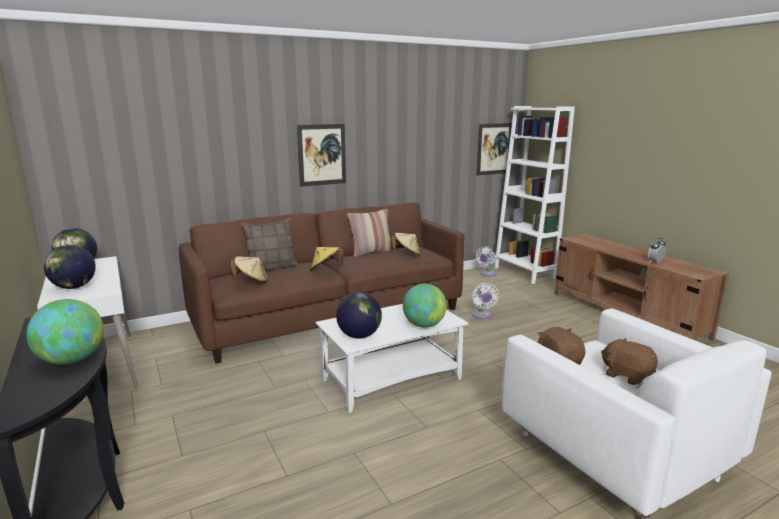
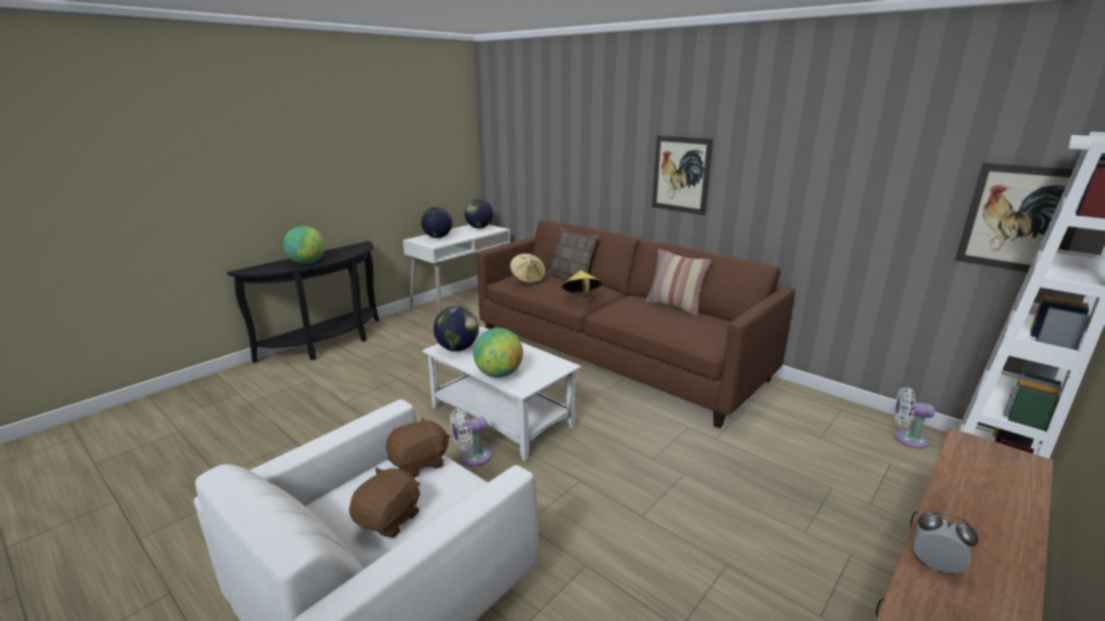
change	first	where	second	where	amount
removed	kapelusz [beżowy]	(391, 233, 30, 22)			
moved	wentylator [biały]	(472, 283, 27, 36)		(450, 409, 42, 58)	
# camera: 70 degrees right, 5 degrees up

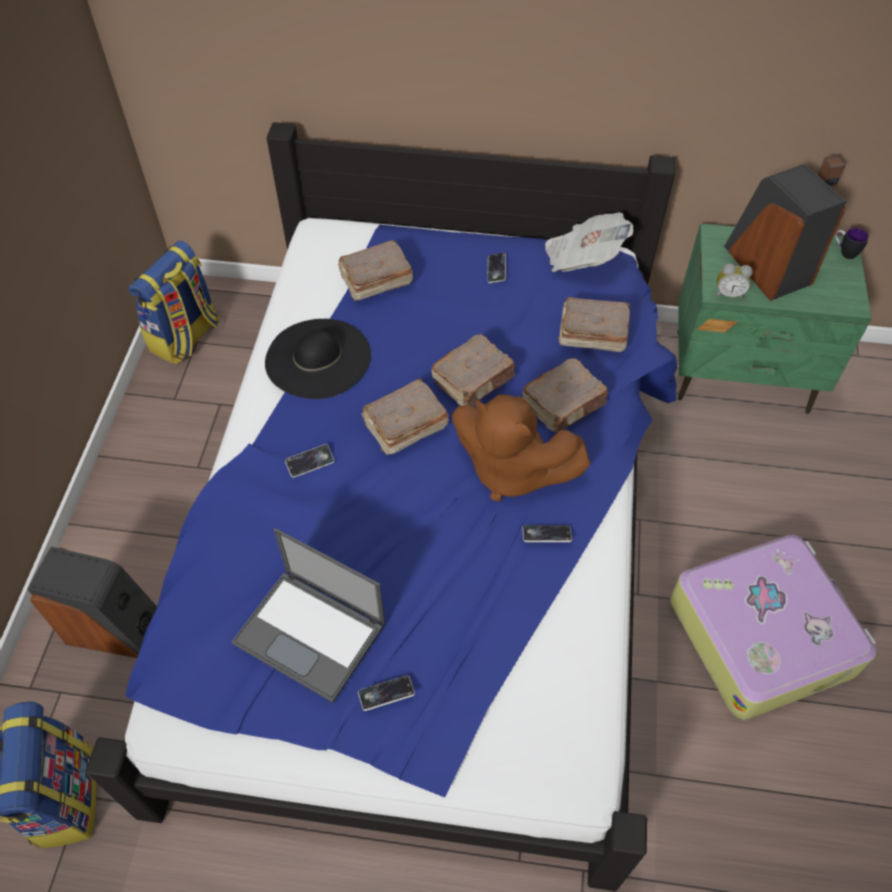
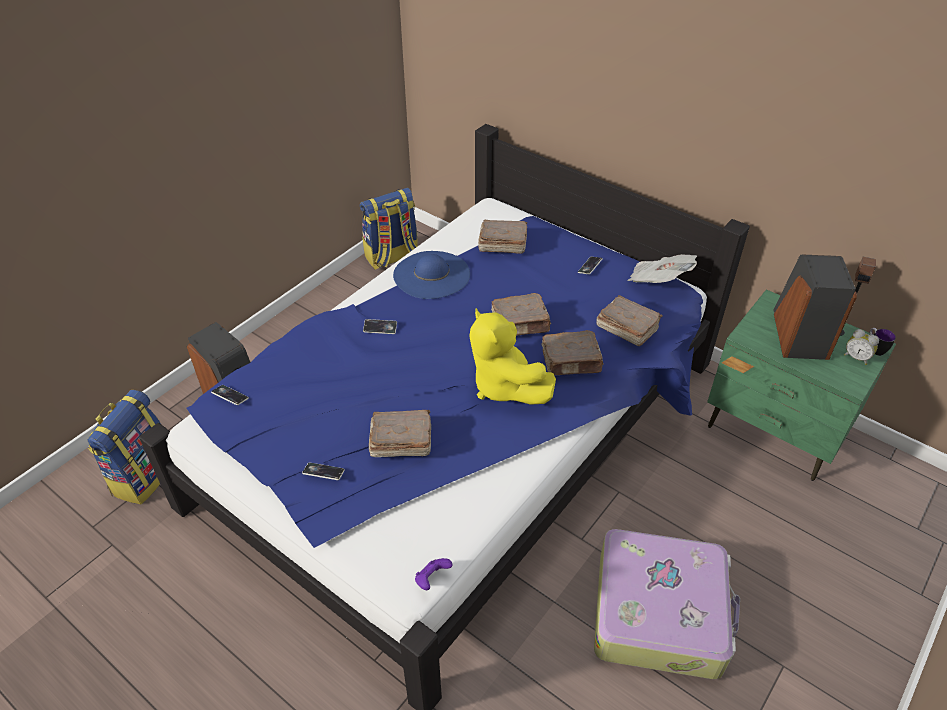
change	first	where	second	where	amount
removed	laptop	(232, 528, 153, 175)			
added			pad do gier [fioletowy]	(415, 558, 38, 32)	
moved	książka [brązowy]	(361, 378, 88, 77)		(369, 410, 62, 47)	
moved	telefon	(522, 525, 50, 17)		(211, 385, 38, 20)	
moved	budzik	(715, 263, 38, 36)		(844, 329, 35, 36)	
recoloured	kapelusz [czarny]	(265, 319, 106, 80)	kapelusz [niebieski]	(393, 251, 77, 48)	
recoloured	pluszak [brązowy]	(452, 394, 139, 107)	pluszak [żółty]	(469, 308, 87, 97)	
# camera: 30 degrees right, 10 degrees down

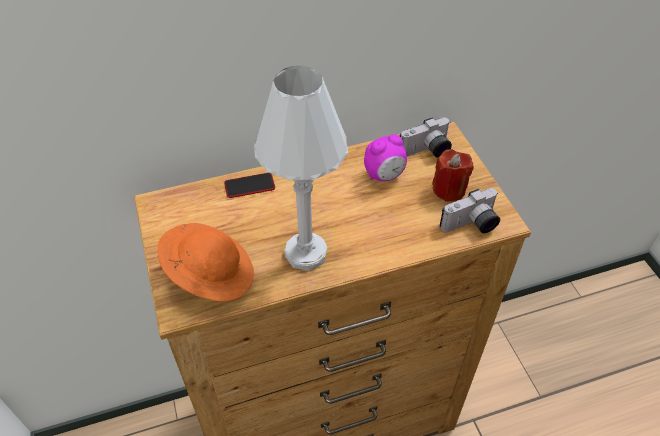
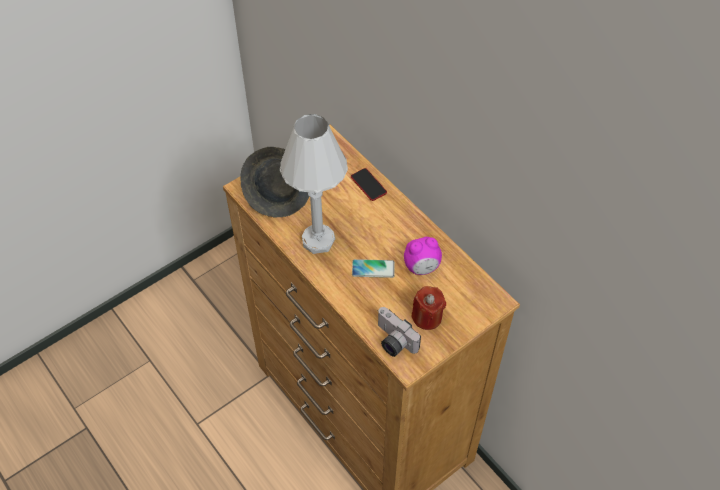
change	first	where	second	where	amount
removed	aparat fotograficzny	(400, 117, 52, 40)			
added			telefon	(352, 259, 43, 19)	
recoloured	kapelusz [pomarańczowy]	(158, 223, 96, 79)	kapelusz [szary]	(240, 147, 69, 71)	
turned	budzik	(364, 134, 43, 47)		(404, 237, 38, 38)	60 degrees counterclockwise
# camera: 70 degrees right, 5 degrees up

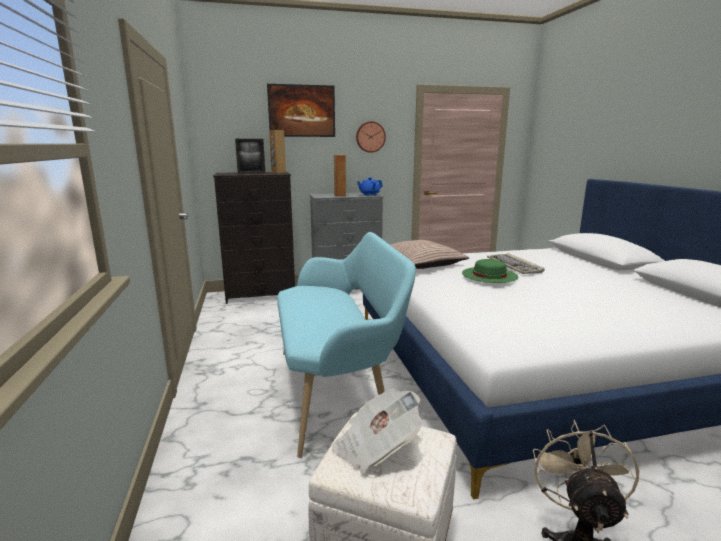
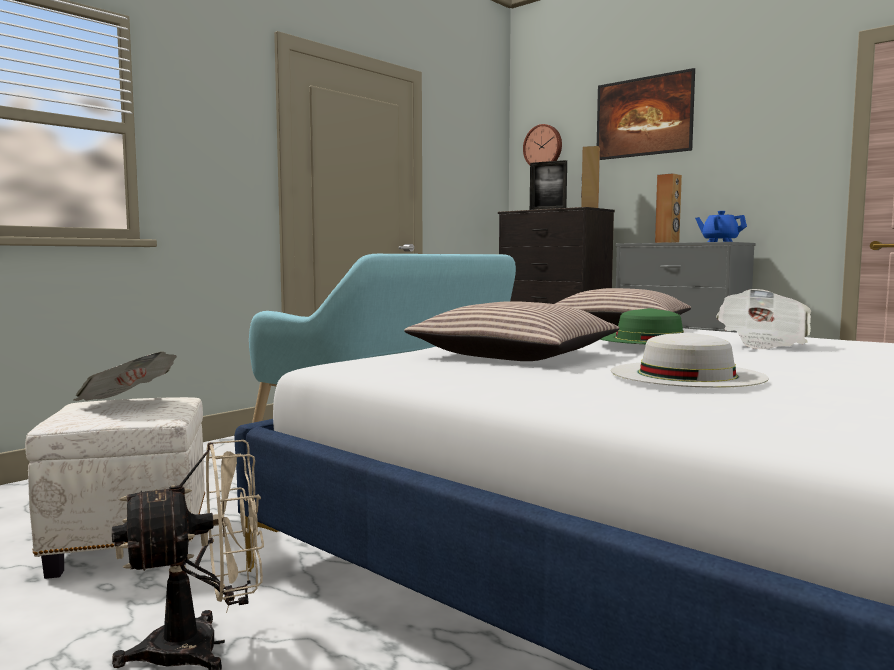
change	first	where	second	where	amount
added			poduszka	(404, 301, 215, 60)	
added			kapelusz [biały]	(611, 332, 158, 56)	
moved	zegar ścienny	(356, 121, 30, 32)		(523, 124, 39, 41)	
replaced	klawiatura	(487, 253, 58, 21)	gazeta	(716, 289, 95, 60)	
# camera: 55 degrees right, 10 degrees down

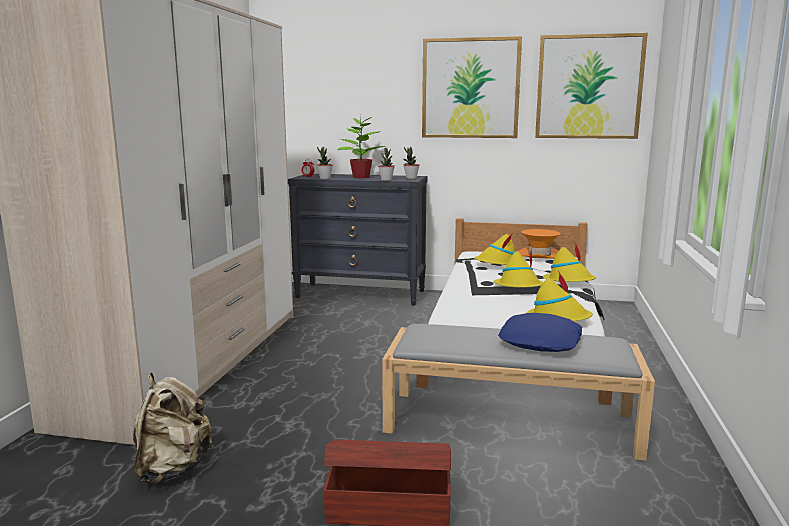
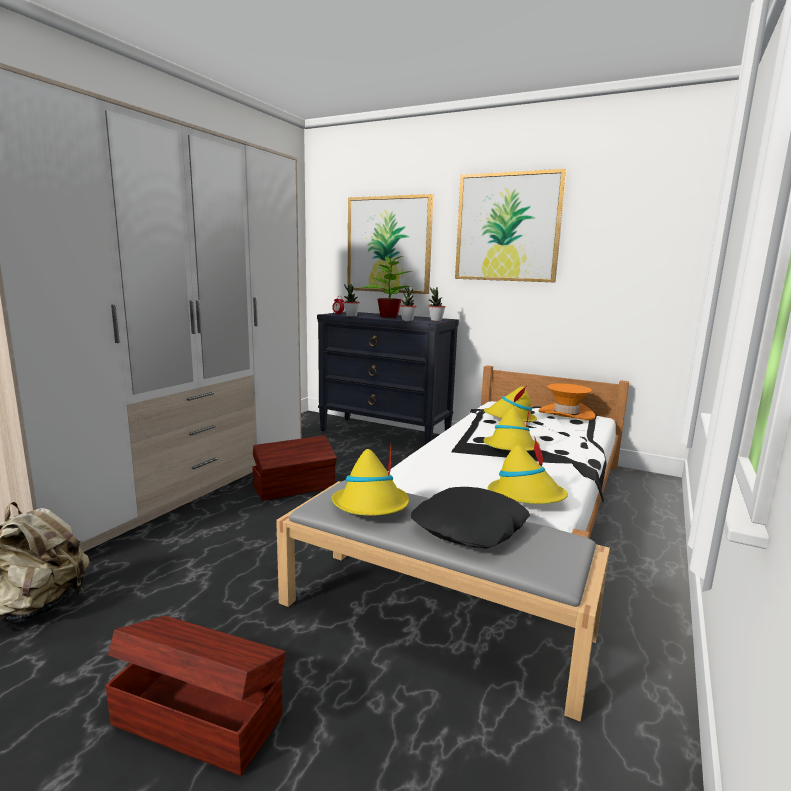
change	first	where	second	where	amount
added			pojemnik do przechowywania [brązowy]	(252, 435, 85, 66)	
moved	obraz	(535, 33, 113, 106)		(348, 194, 85, 100)	
moved	kapelusz [żółty]	(543, 242, 53, 40)		(332, 445, 77, 71)	
recoloured	poduszka [niebieski]	(498, 313, 84, 39)	poduszka [czarny]	(411, 487, 119, 62)	
# camera: 15 degrees right, 0 degrees up

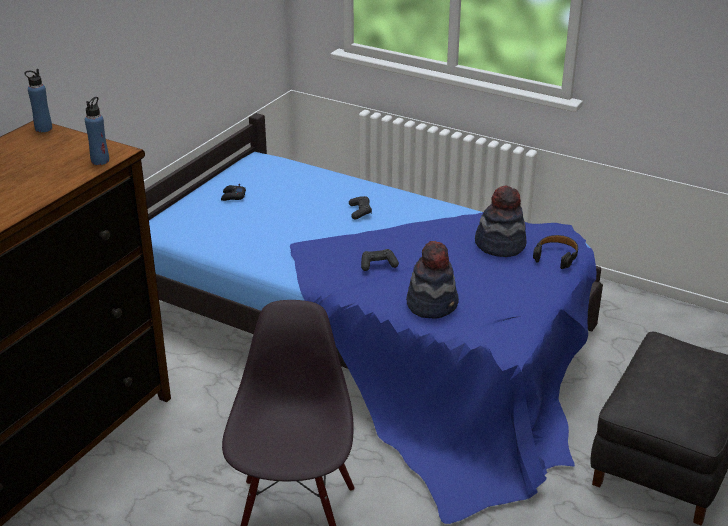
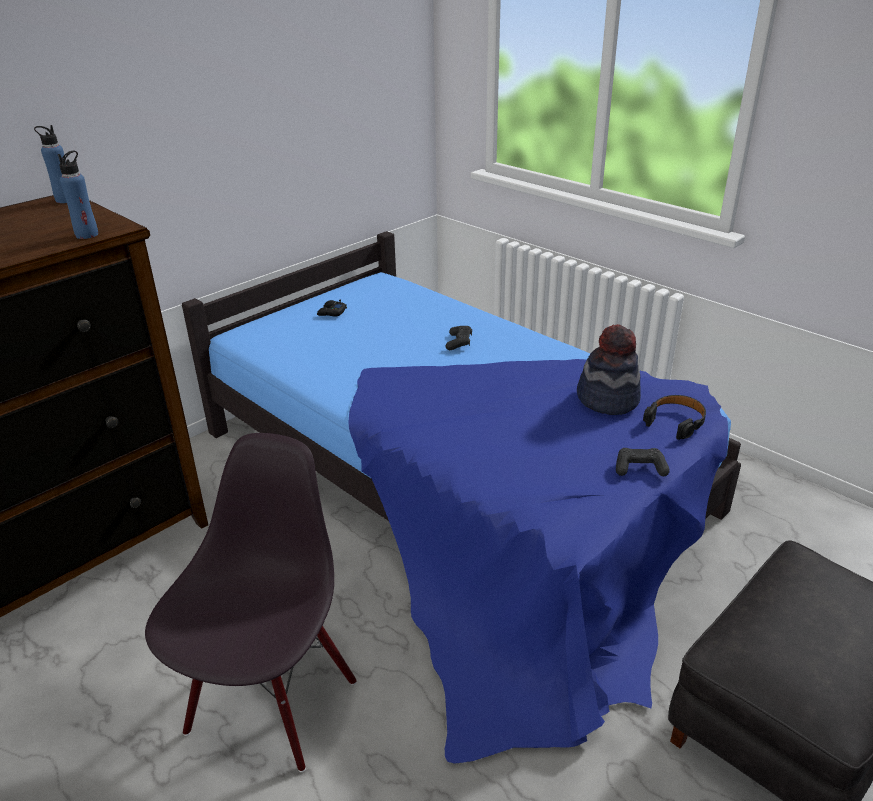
change	first	where	second	where	amount
removed	kapelusz	(406, 241, 53, 78)			
moved	pad do gier [czarny]	(361, 249, 38, 22)		(616, 448, 54, 28)	
# camera: 15 degrees right, 0 degrees up

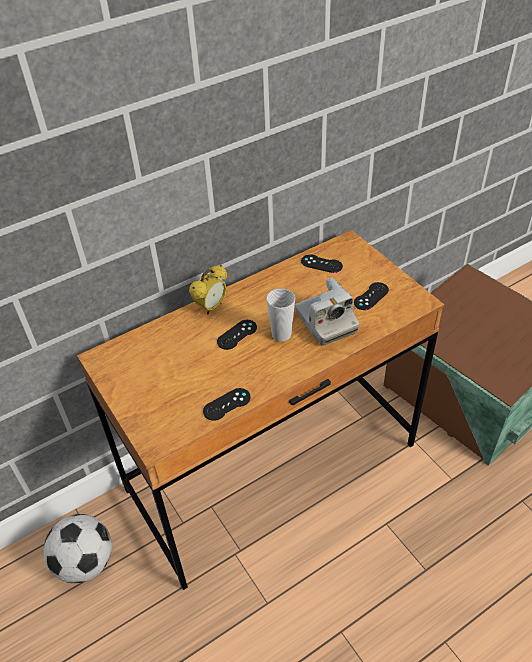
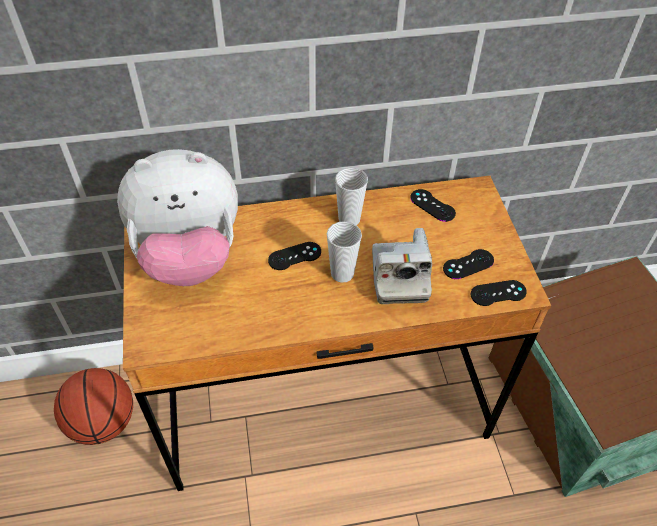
change	first	where	second	where	amount
removed	budzik	(189, 265, 38, 49)			
added			pluszak	(117, 149, 121, 137)	
added			filiżanka	(335, 168, 33, 57)	
moved	pad do gier [czarny]	(203, 388, 48, 33)		(471, 280, 56, 26)	
replaced	piłka futbolowa	(43, 514, 69, 69)	piłka do koszykówki	(54, 368, 79, 77)	
# camera: 20 degrees right, 5 degrees up

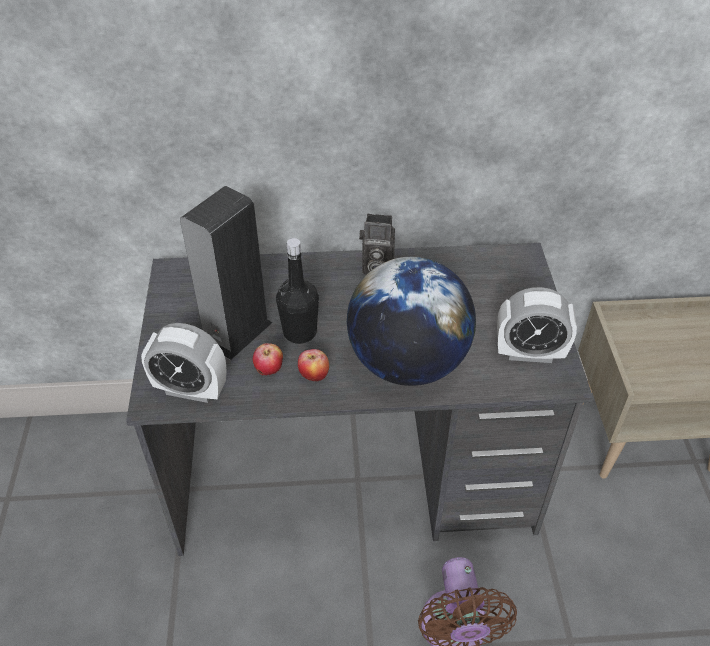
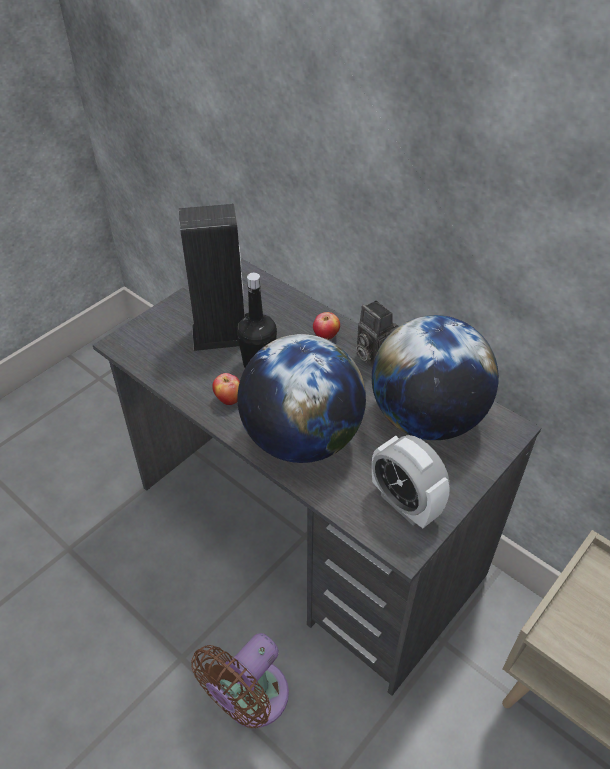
change	first	where	second	where	amount
removed	budzik	(141, 323, 86, 80)			
added			globus	(372, 315, 127, 125)	
moved	jabłko	(253, 343, 30, 33)		(313, 312, 27, 28)	
# camera: 45 degrees right, 0 degrees up

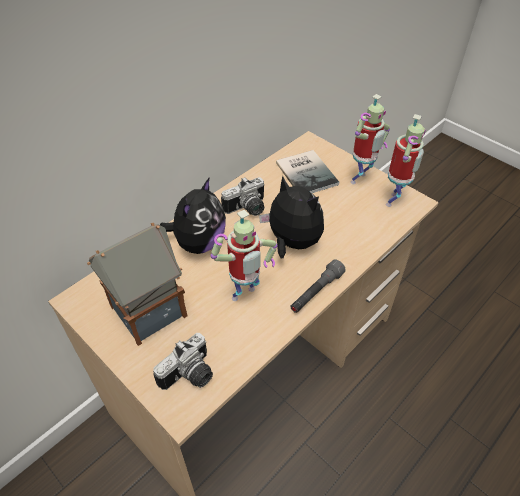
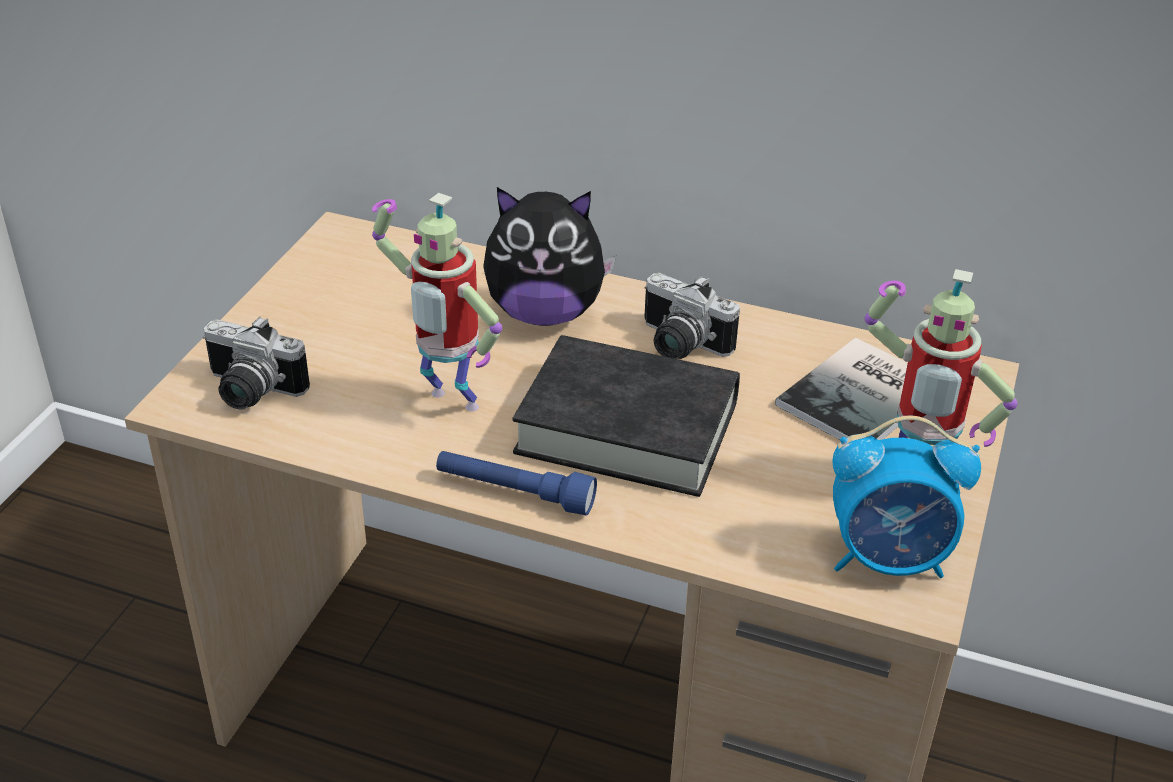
change	first	where	second	where	amount
removed	domek	(87, 223, 101, 123)			
replaced	pluszak	(259, 176, 65, 82)	książka [czarny]	(512, 335, 228, 162)	
replaced	robot zabawkowy	(386, 114, 40, 93)	budzik	(833, 416, 148, 162)	
recoloured	latarka [szary]	(290, 259, 56, 54)	latarka [niebieski]	(436, 451, 161, 64)	
# camera: 65 degrees right, 10 degrees down

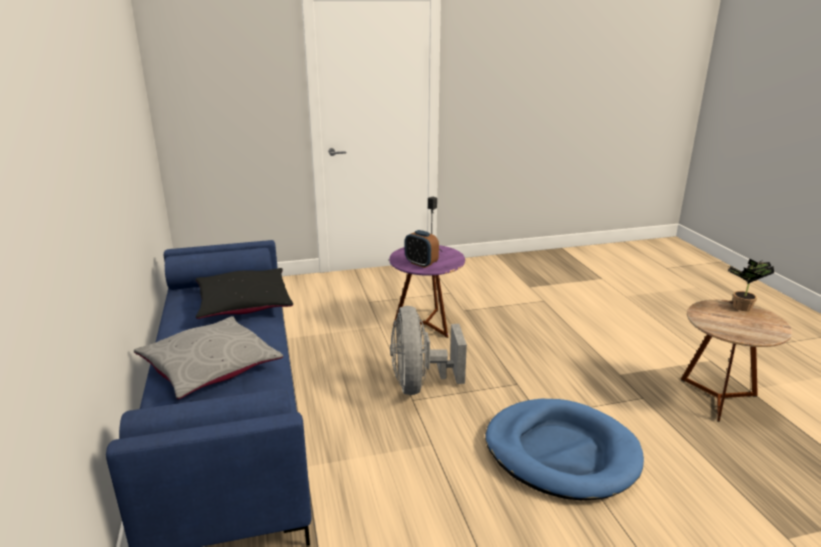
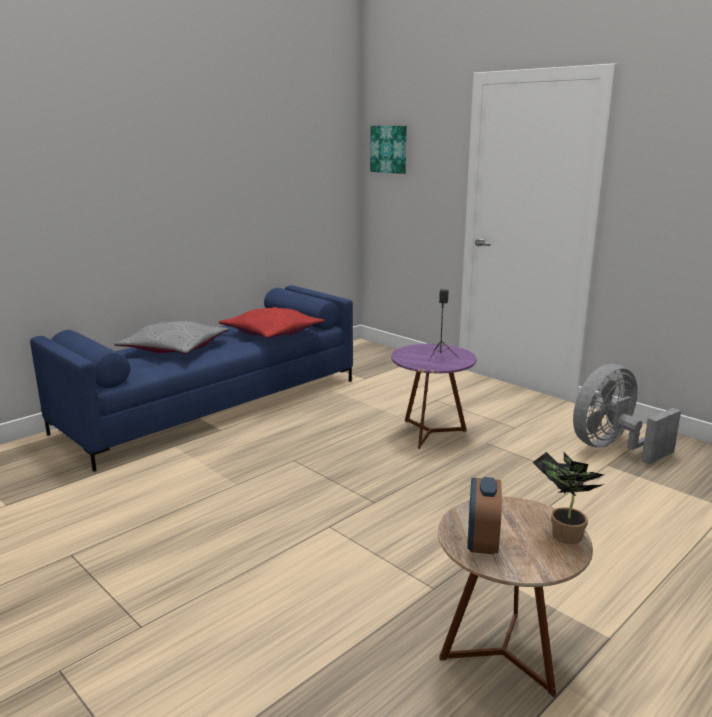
change	first	where	second	where	amount
removed	legowisko [niebieski]	(485, 399, 159, 101)			
added			obraz	(370, 126, 37, 48)	
moved	wentylator [szary]	(390, 306, 77, 89)		(573, 364, 108, 100)	
moved	budzik	(405, 230, 34, 38)		(467, 477, 35, 77)	
recoloured	poduszka [czarny]	(196, 268, 97, 51)	poduszka [czerwony]	(219, 307, 106, 31)	
# camera: 60 degrees right, 5 degrees down

